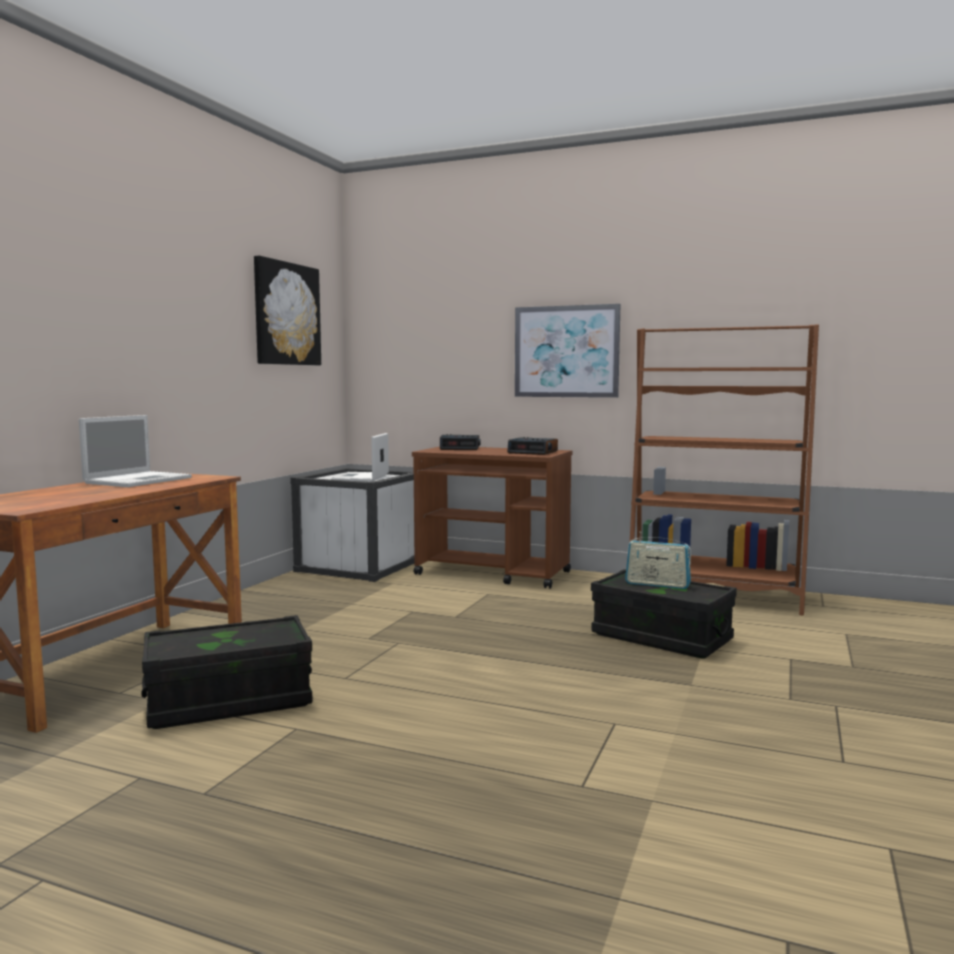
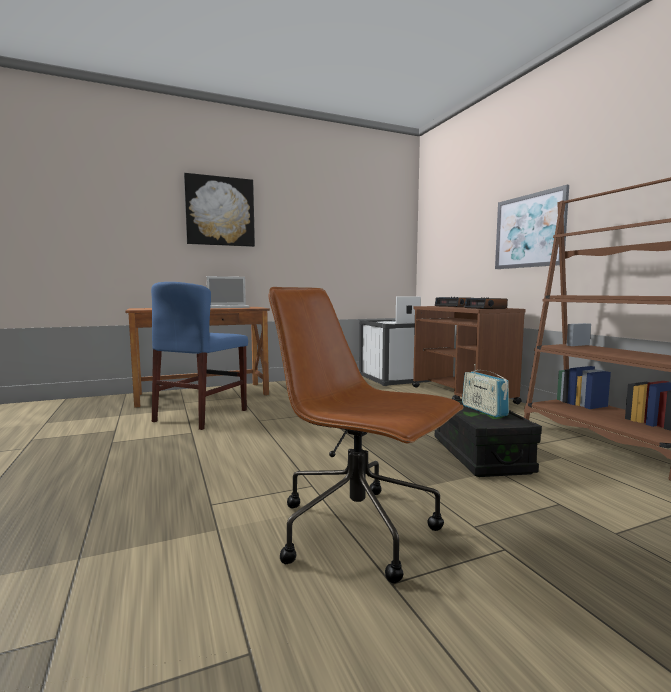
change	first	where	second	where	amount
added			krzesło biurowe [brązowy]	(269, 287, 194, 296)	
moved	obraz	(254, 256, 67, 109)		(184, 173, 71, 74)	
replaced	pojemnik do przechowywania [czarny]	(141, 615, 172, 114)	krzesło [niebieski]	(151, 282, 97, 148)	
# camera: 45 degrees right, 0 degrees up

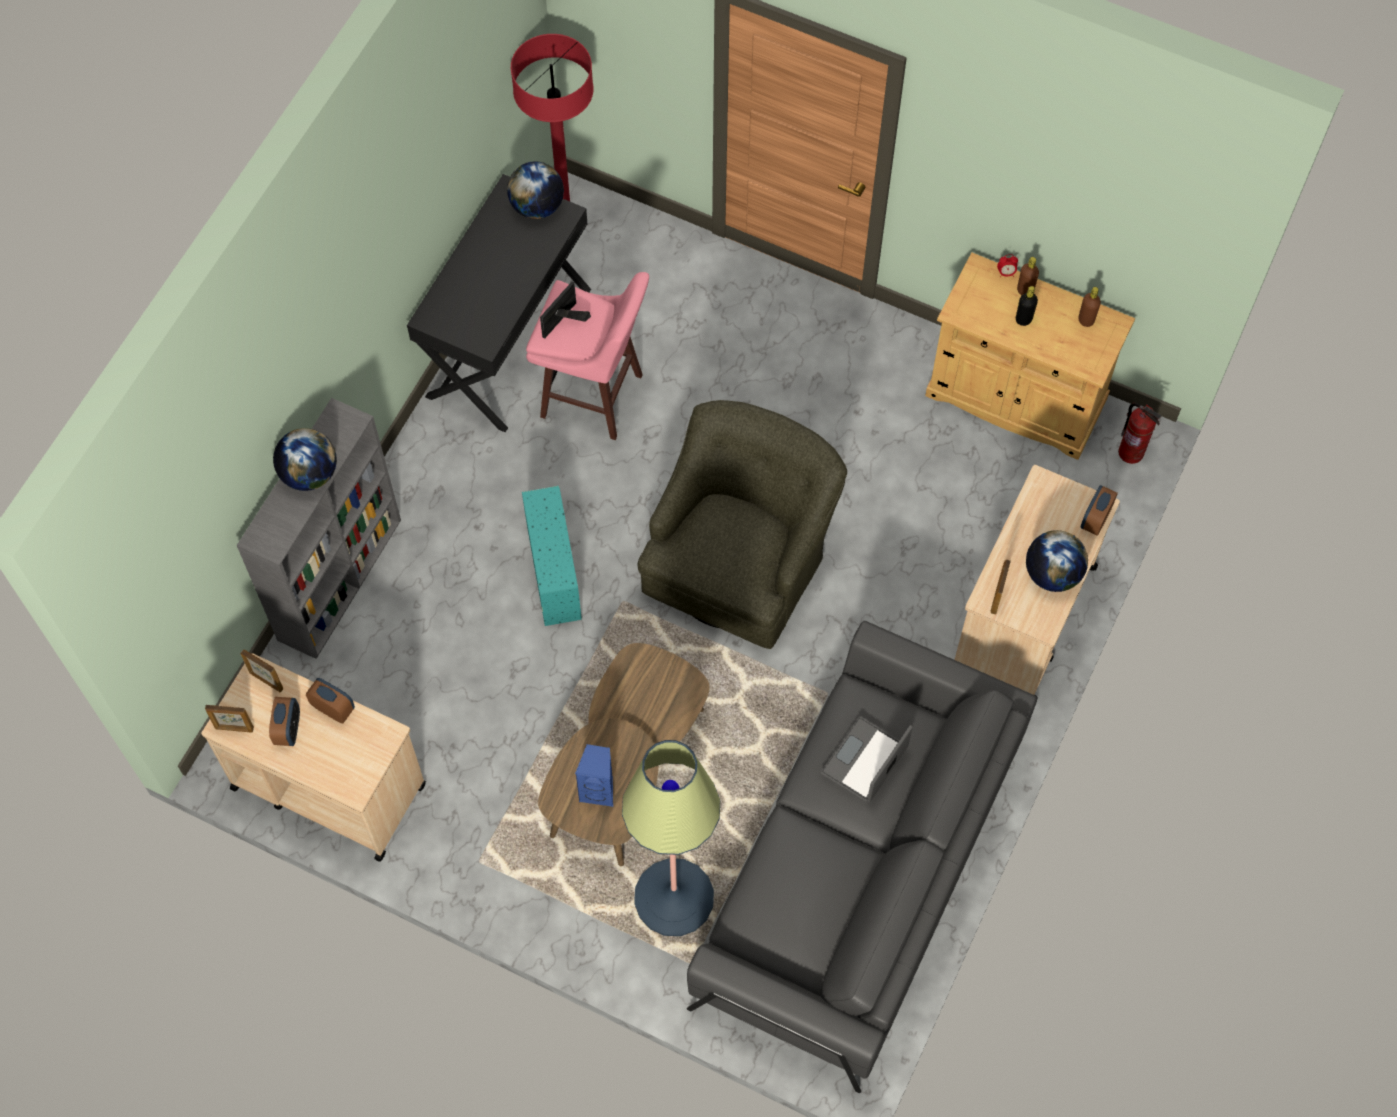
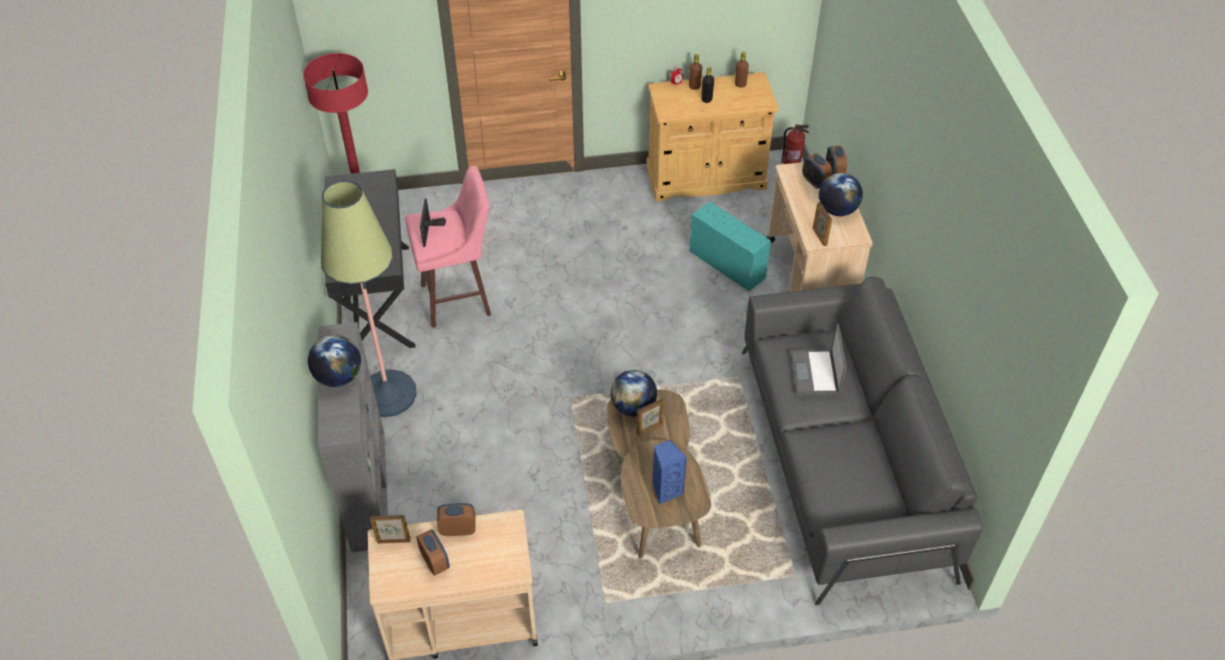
change	first	where	second	where	amount
removed	fotel [zielony]	(638, 400, 209, 249)			
added			budzik	(802, 153, 30, 36)	
moved	ramka na zdjęcie	(205, 705, 49, 27)		(636, 399, 28, 37)	
moved	globus	(507, 161, 57, 58)		(611, 370, 46, 47)	
moved	pojemnik do przechowywania [turkusowy]	(522, 486, 60, 140)		(689, 202, 82, 89)	
moved	lampa stojąca	(622, 740, 98, 196)		(321, 180, 96, 237)	
# camera: 35 degrees left, 15 degrees down

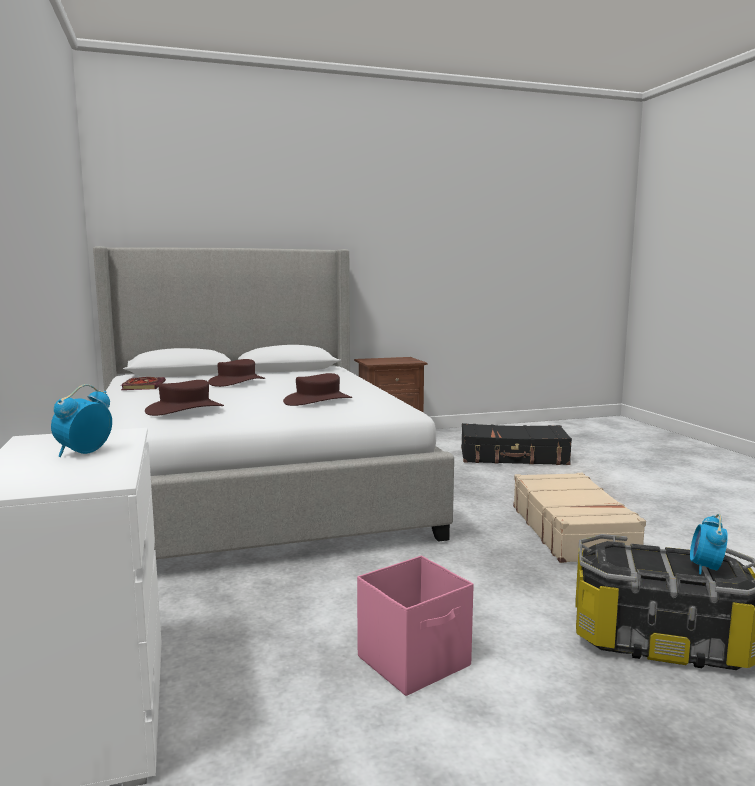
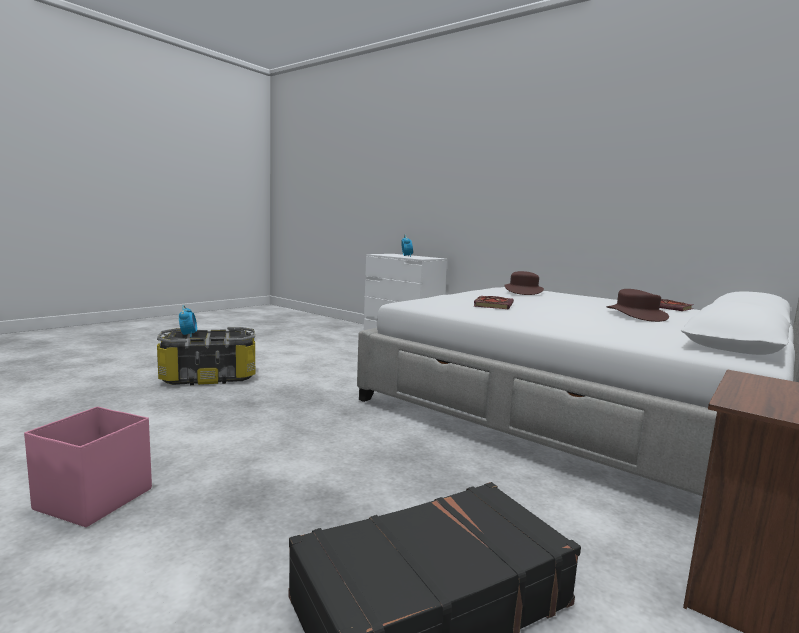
change	first	where	second	where	amount
removed	walizka [beżowy]	(513, 473, 133, 90)			
moved	pojemnik do przechowywania [różowy]	(357, 556, 117, 140)		(24, 406, 128, 121)	
replaced	kapelusz [brązowy]	(283, 373, 69, 33)	książka	(474, 296, 40, 13)	
# camera: 145 degrees right, 0 degrees up

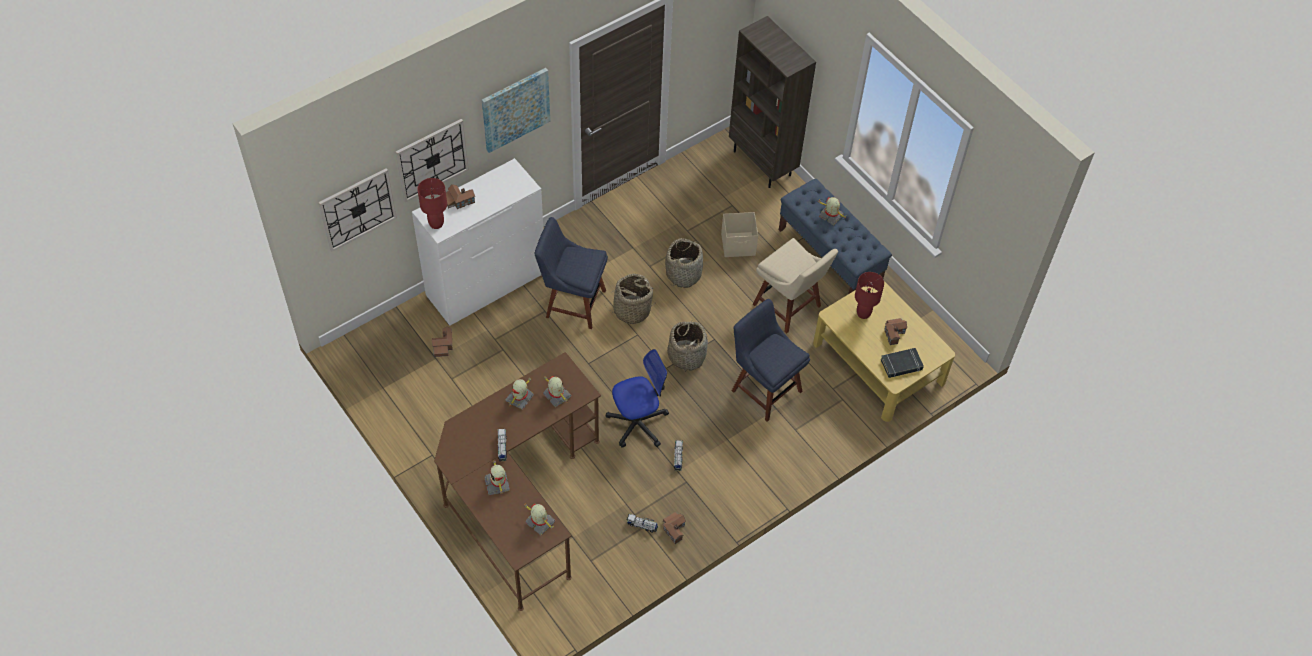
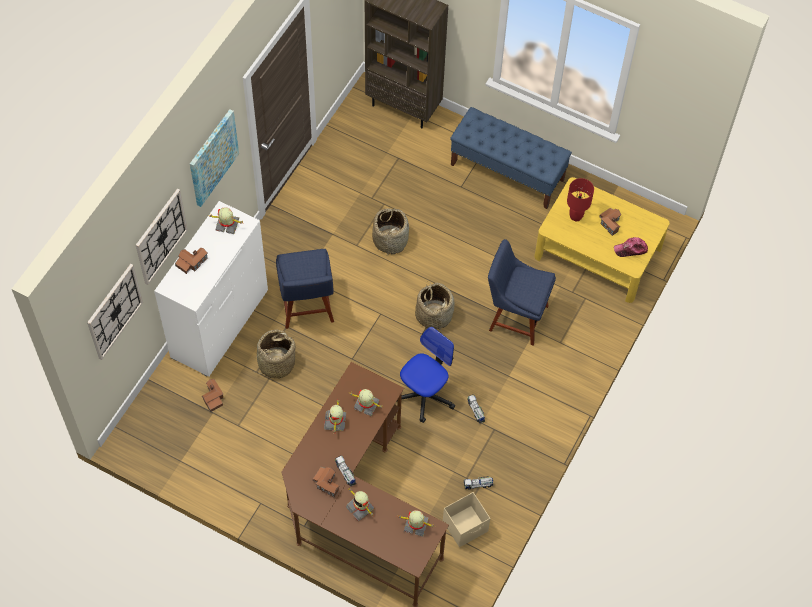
change	first	where	second	where	amount
removed	lampa stołowa [czerwony]	(417, 178, 30, 51)			
removed	krzesło [beżowy]	(753, 238, 85, 96)			
moved	koszyk	(604, 274, 50, 50)		(254, 330, 42, 48)	
moved	domek	(663, 511, 23, 33)		(313, 467, 26, 30)	
moved	pojemnik do przechowywania [beżowy]	(721, 212, 37, 45)		(443, 492, 47, 55)	
moved	robot zabawkowy	(818, 197, 28, 29)		(210, 207, 33, 27)	
replaced	książka [czarny]	(881, 348, 43, 30)	czapka z daszkiem	(614, 237, 34, 20)	
turned	krzesło [niebieski]	(535, 217, 73, 112)		(276, 249, 58, 80)	90 degrees counterclockwise
# camera: 25 degrees left, 5 degrees up

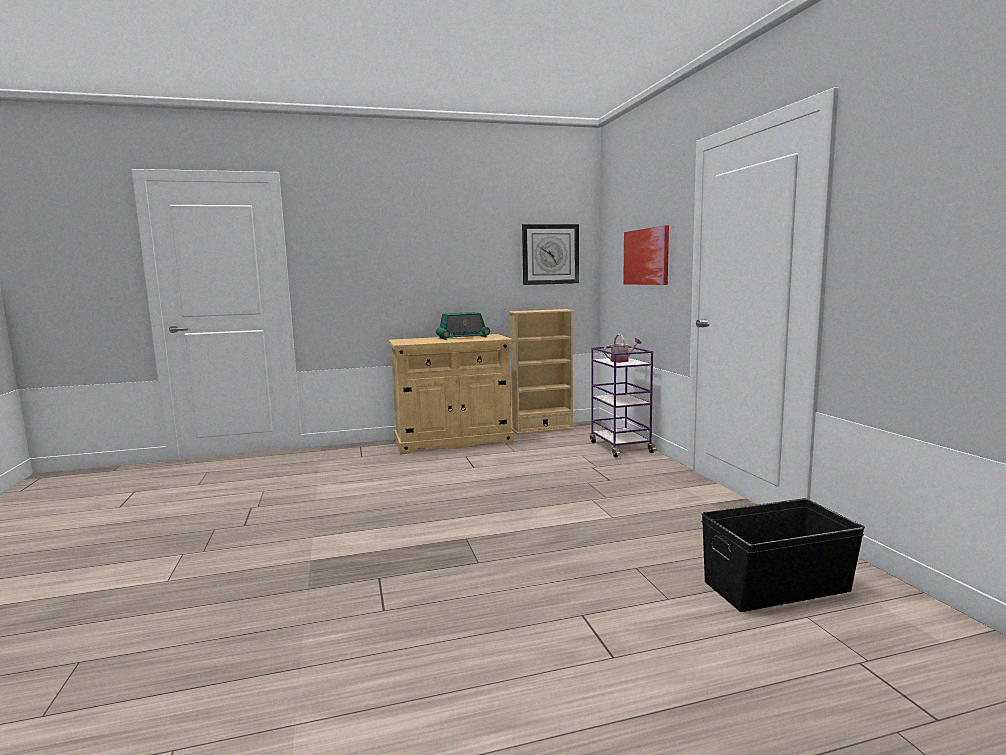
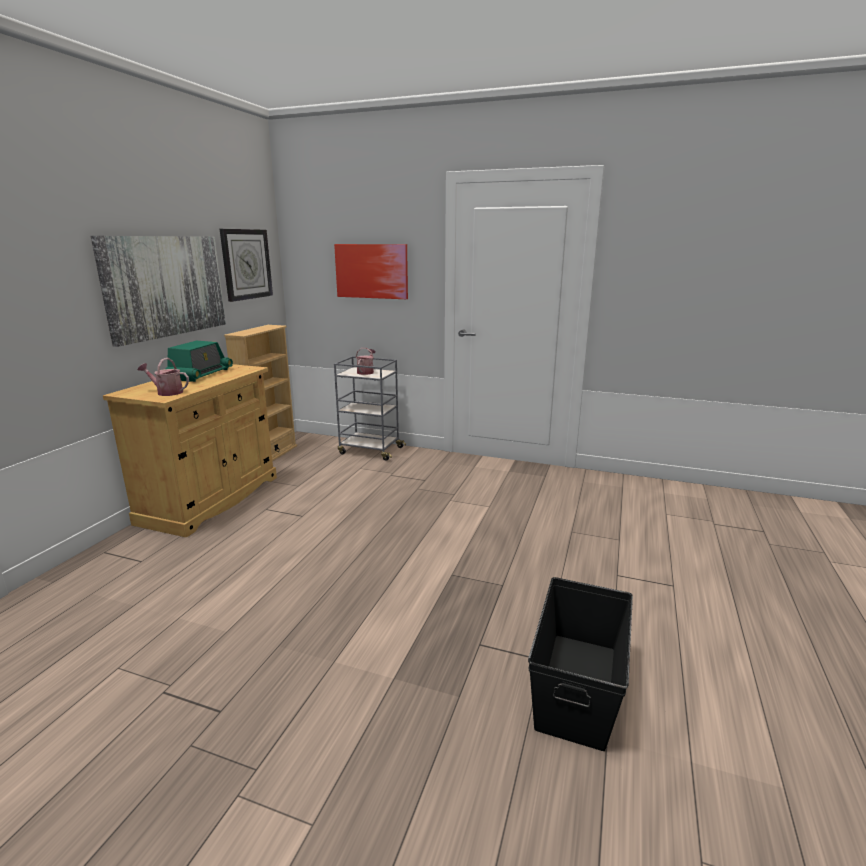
change	first	where	second	where	amount
added			obraz	(91, 236, 135, 111)	
added			konewka	(138, 358, 51, 38)	
moved	pojemnik do przechowywania [czarny]	(702, 498, 163, 114)		(528, 577, 105, 174)	
recoloured	wózek [fioletowy]	(590, 346, 67, 111)	wózek [szary]	(334, 356, 72, 105)	
# camera: 55 degrees left, 10 degrees up

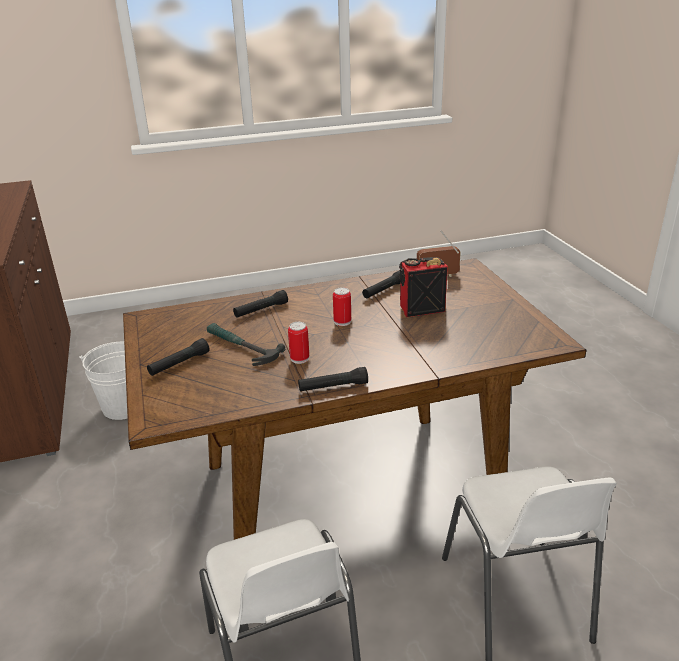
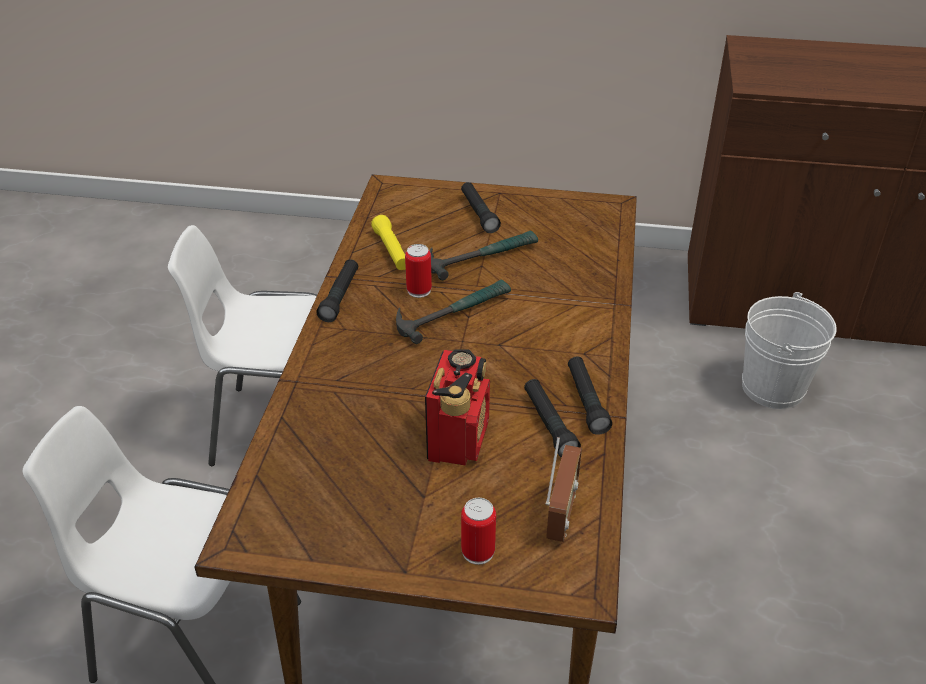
change	first	where	second	where	amount
added			latarka [żółty]	(371, 215, 35, 55)	
added			młotek	(396, 280, 115, 64)	
moved	latarka [czarny]	(233, 290, 55, 28)		(568, 356, 44, 79)	
moved	puszka	(333, 287, 18, 39)		(461, 498, 35, 67)	
# camera: 115 degrees right, 10 degrees up

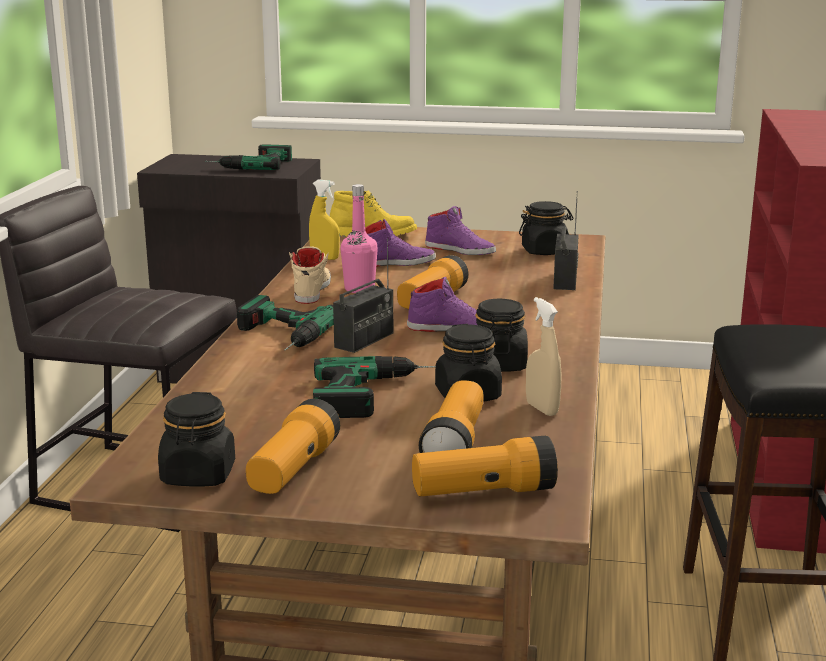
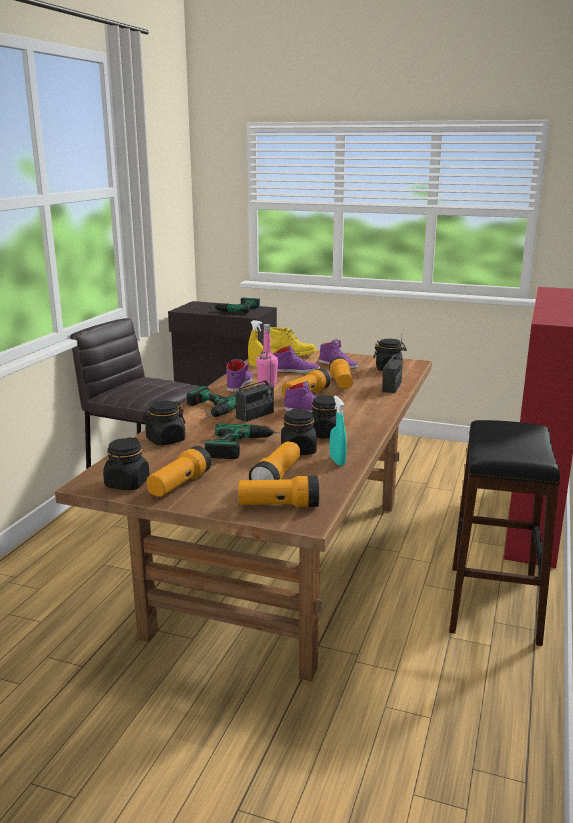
change	first	where	second	where	amount
added			słoik [czarny]	(143, 401, 43, 45)	
added			latarka	(329, 357, 24, 32)	
recoloured	but [beżowy]	(289, 246, 42, 58)	but [fioletowy]	(226, 359, 27, 33)	
recoloured	spryskiwacz [beżowy]	(526, 297, 35, 119)	spryskiwacz [turkusowy]	(330, 396, 17, 70)	
# camera: 10 degrees right, 0 degrees up

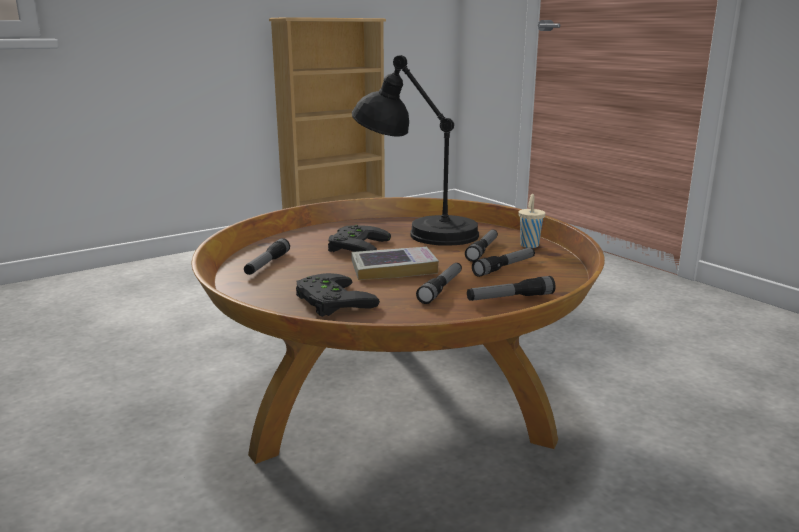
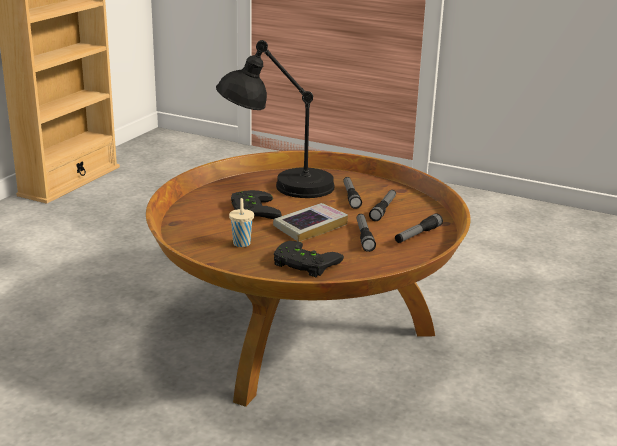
change	first	where	second	where	amount
removed	latarka	(244, 238, 46, 37)			
moved	filiżanka [beżowy]	(518, 194, 27, 54)		(229, 198, 25, 49)	
# camera: 30 degrees left, 5 degrees up

